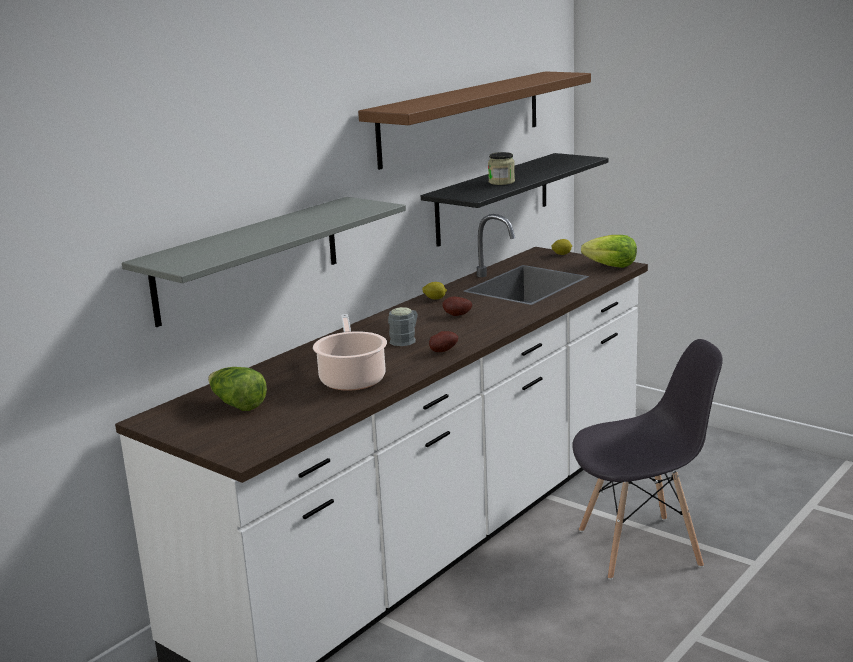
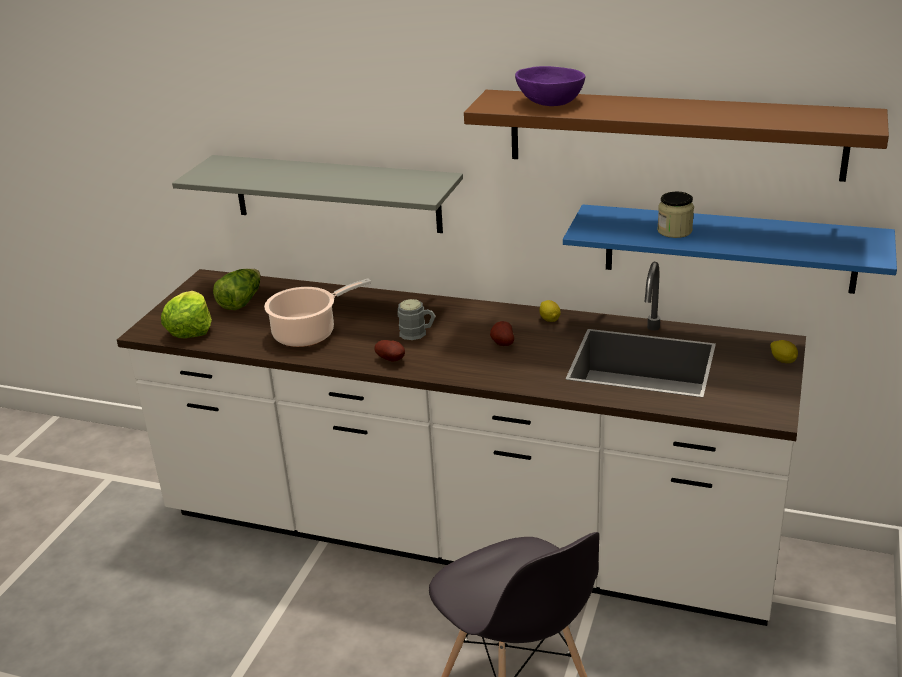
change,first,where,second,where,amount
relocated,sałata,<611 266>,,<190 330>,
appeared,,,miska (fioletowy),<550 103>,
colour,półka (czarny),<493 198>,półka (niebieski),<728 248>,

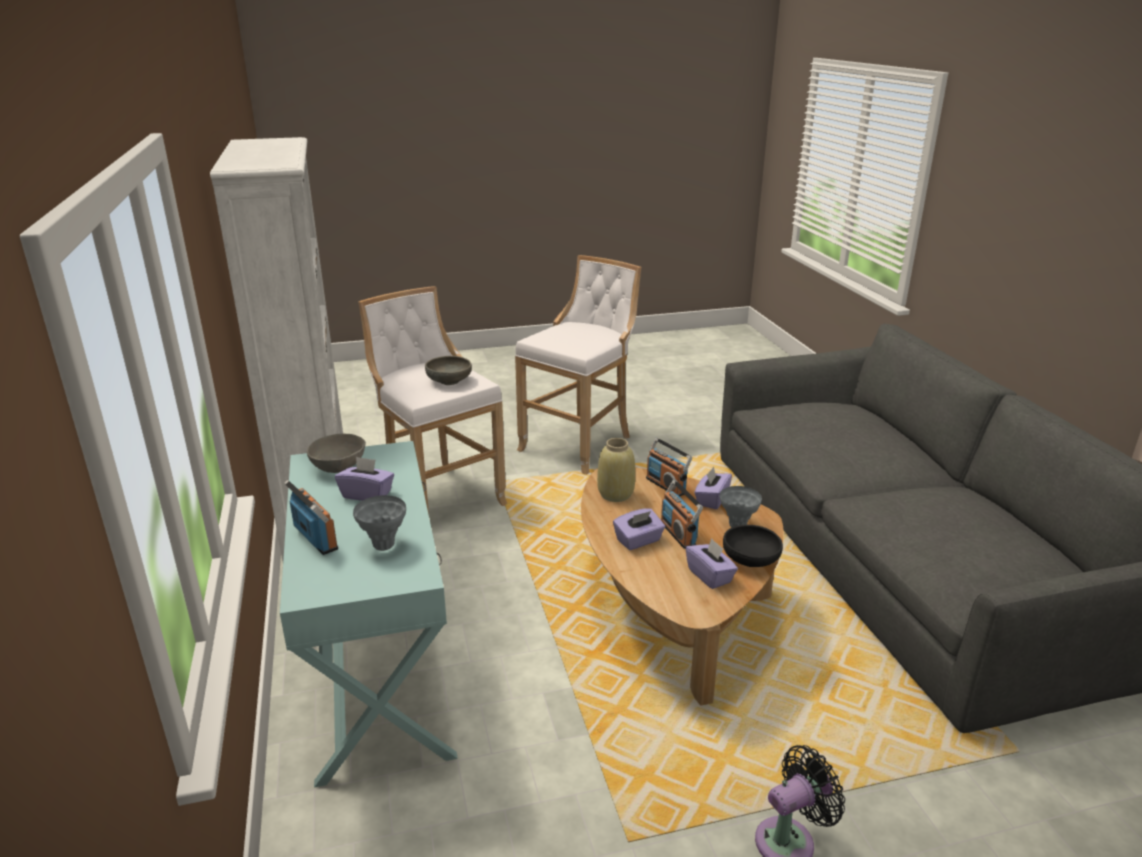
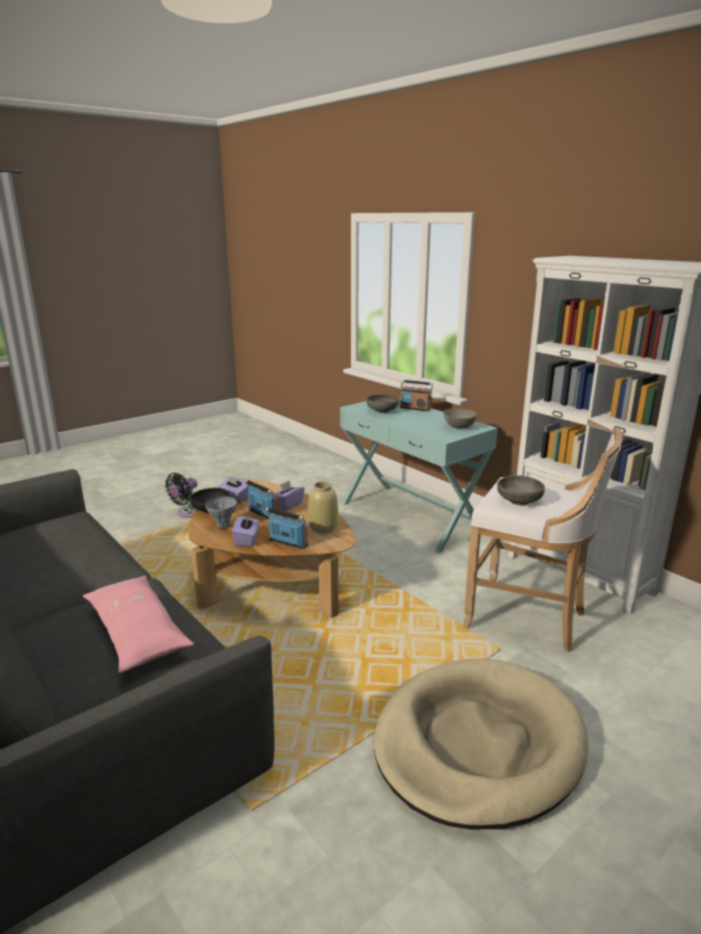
change,first,where,second,where,amount
appeared,,,poduszka (różowy),<136 633>,
exchanged,wazon (szary),<384 545>,miska (szary),<382 411>,
exchanged,stołek (biały),<580 444>,legowisko (beżowy),<477 745>,
missing,pudełko chusteczek (fioletowy),<367 494>,,,

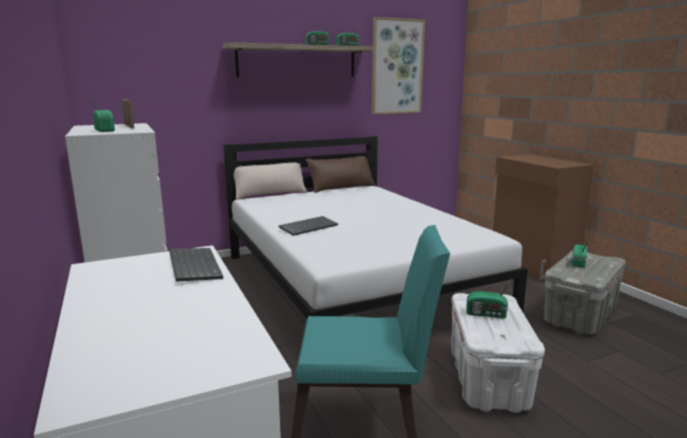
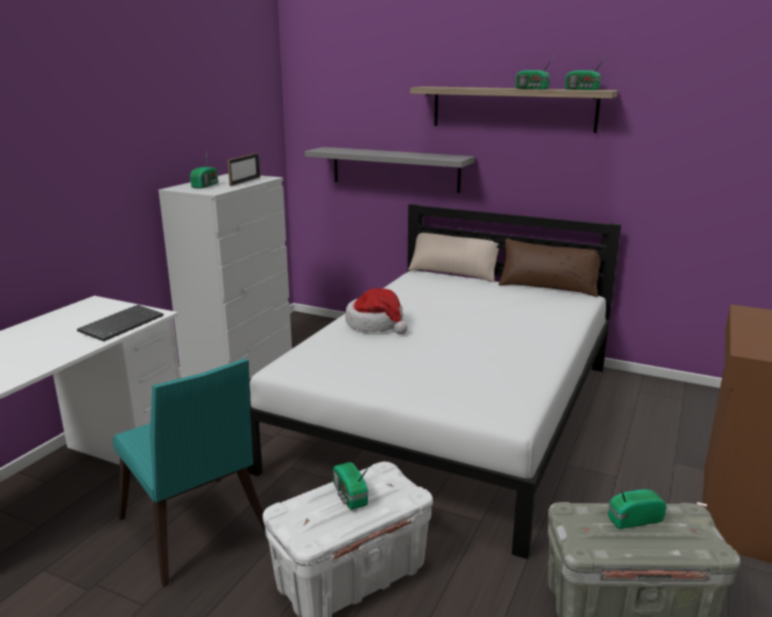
change,first,where,second,where,amount
appeared,,,półka (szary),<395 169>,
exchanged,klawiatura,<308 227>,kapelusz,<376 324>,
missing,obraz,<397 67>,,,

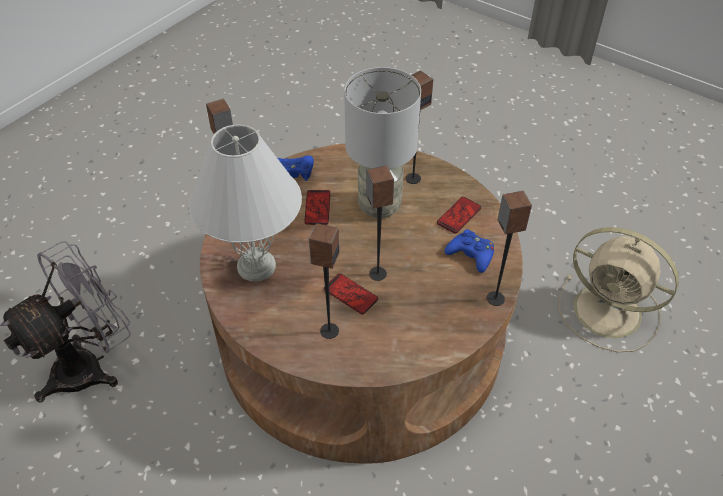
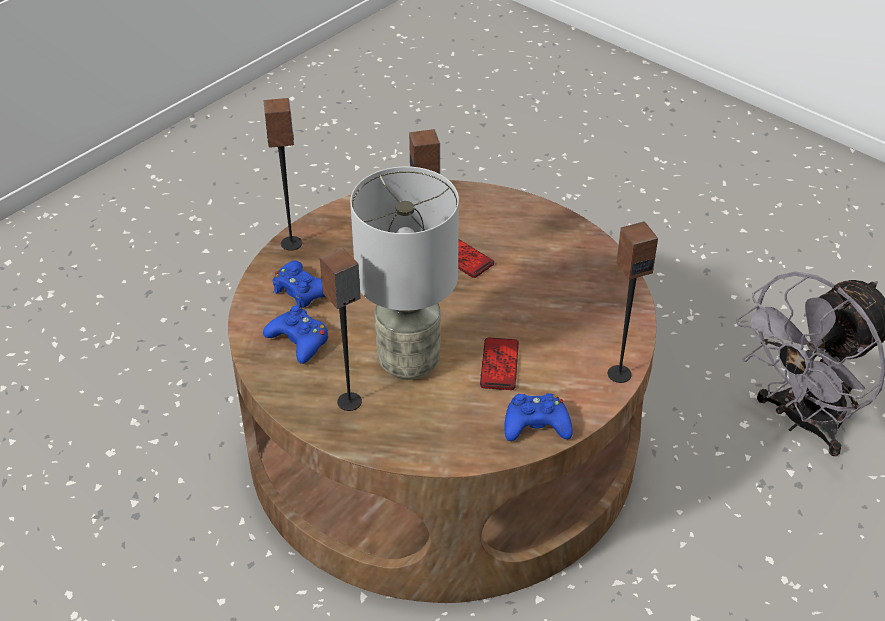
change,first,where,second,where,amount
exchanged,telefon,<459 215>,pad do gier (niebieski),<299 341>,
missing,lampa stołowa (biały),<256 267>,,,
missing,głośnik,<329 331>,,,
missing,wentylator (beżowy),<610 312>,,,

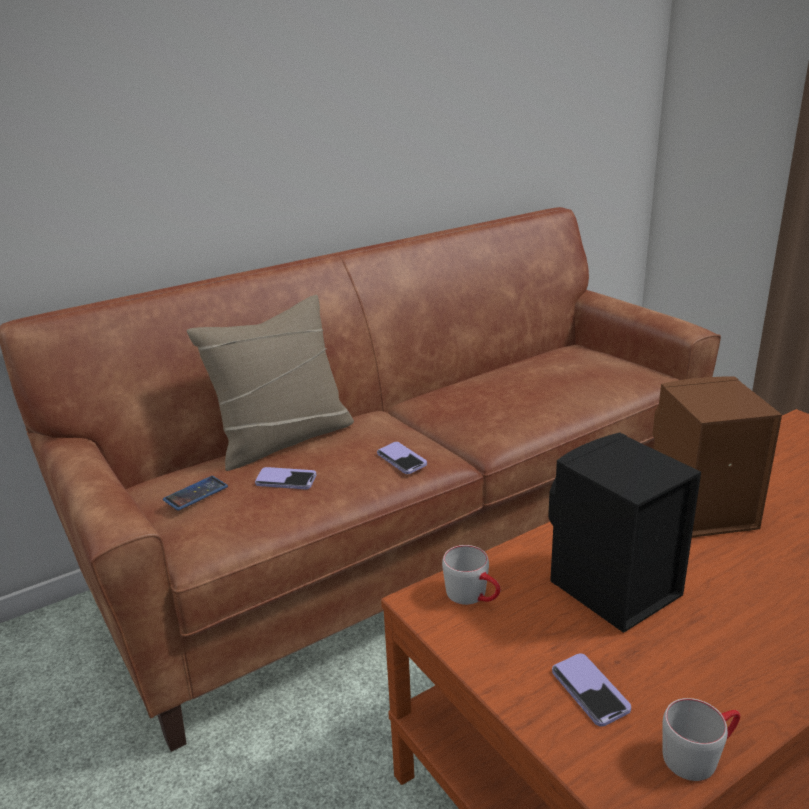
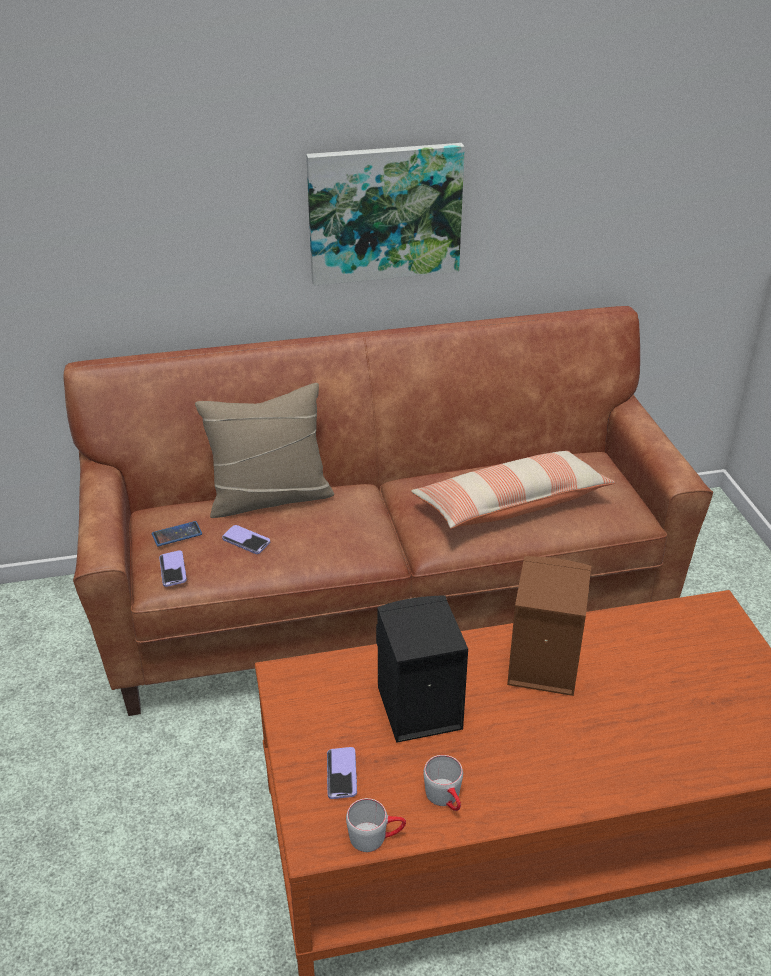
change,first,where,second,where,amount
relocated,telefon,<401 459>,,<173 570>,
appeared,,,obraz,<384 213>,
appeared,,,poduszka,<511 505>,
relocated,kubek (szary),<473 596>,,<446 799>,

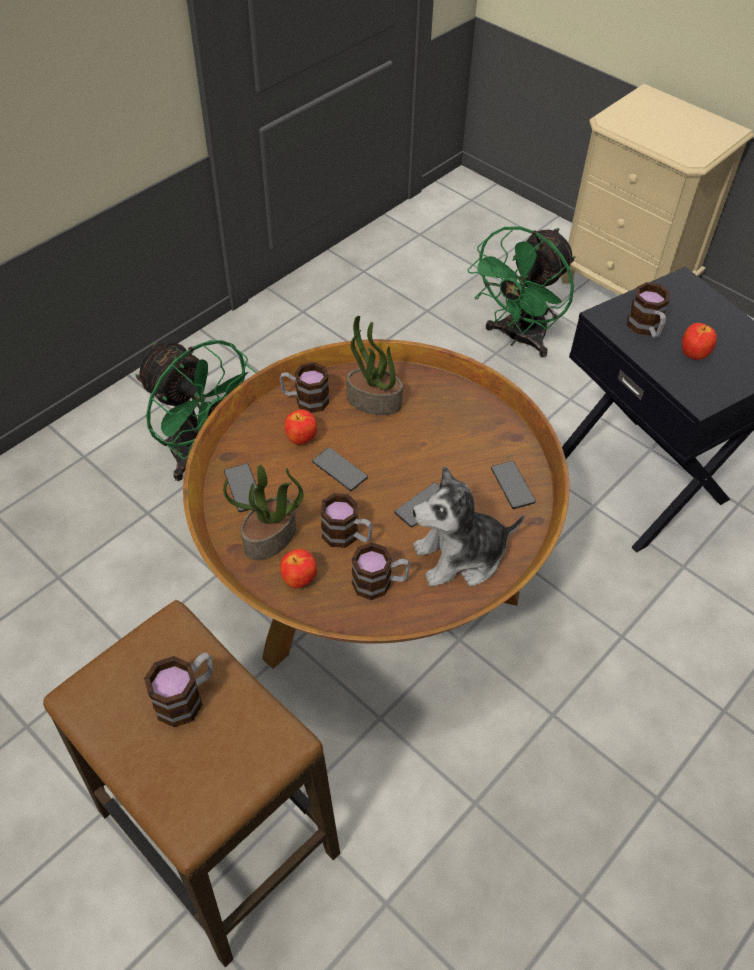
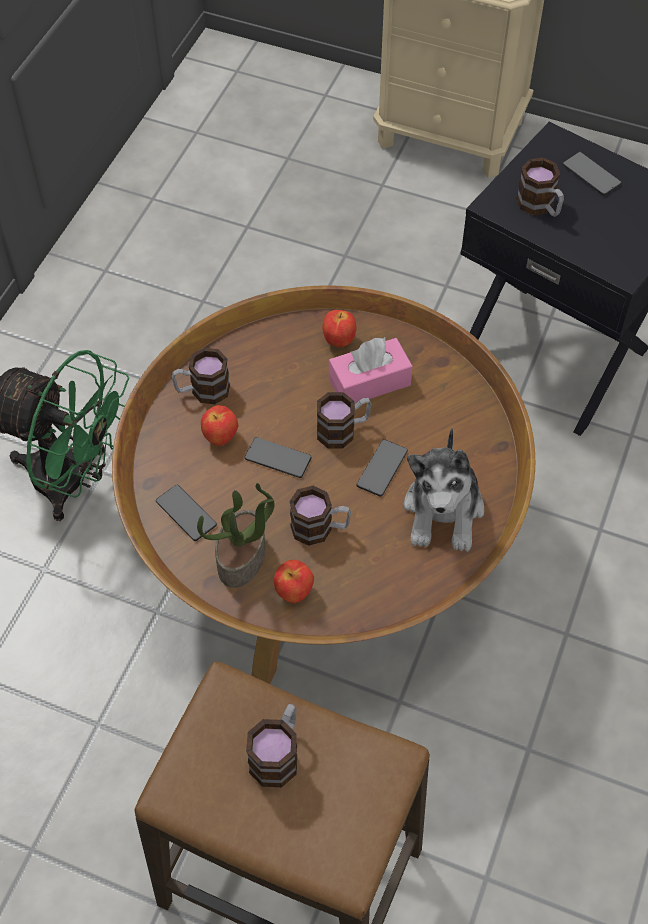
change,first,where,second,where,amount
relocated,kubek,<380 583>,,<343 430>,
relocated,jabłko,<692 354>,,<338 340>,
appeared,,,pudełko chusteczek (różowy),<369 382>,
spun,pluszak,<460 557>,,<444 510>,45 degrees counterclockwise
relocated,telefon,<512 485>,,<591 175>,
missing,roślina doniczkowa,<373 401>,,,
missing,wentylator (zielony),<518 338>,,,

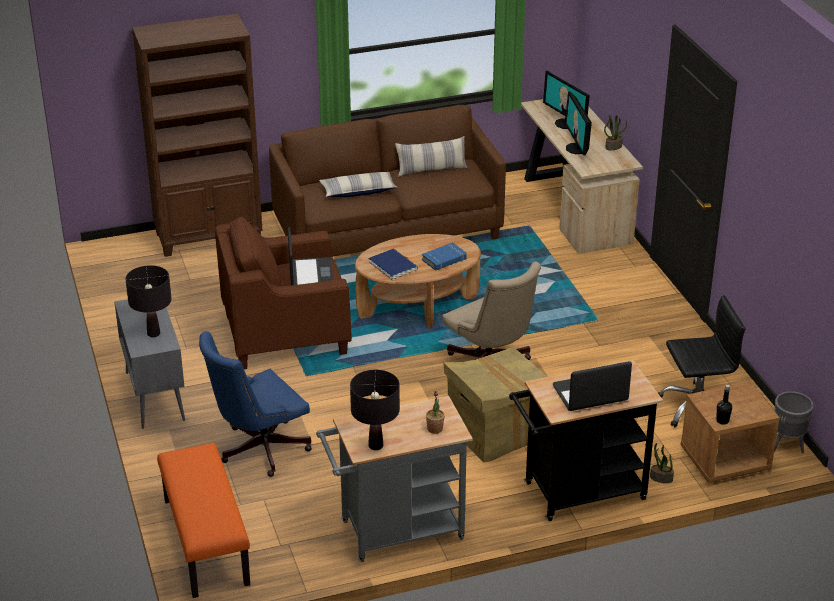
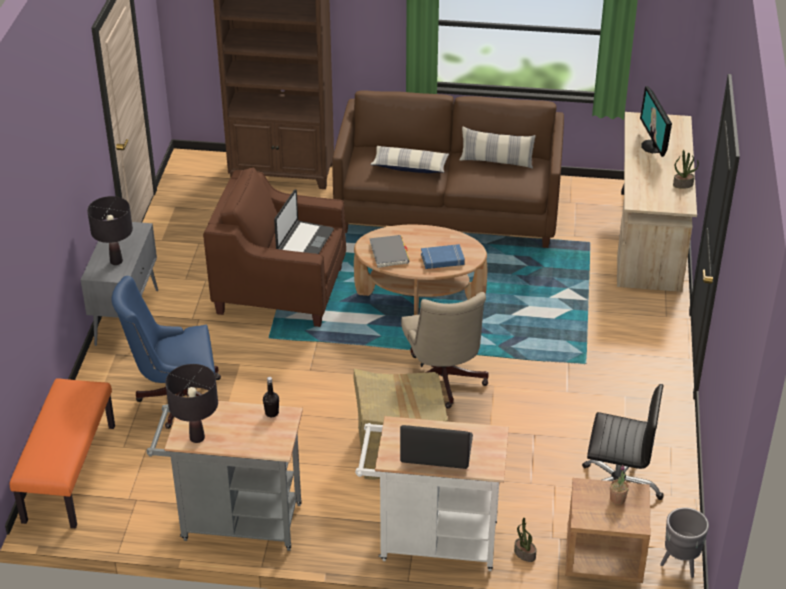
change,first,where,second,where,amount
relocated,butelka (czarny),<722 421>,,<271 413>,
colour,wózek (czarny),<577 493>,wózek (biały),<430 542>,
colour,książka (niebieski),<393 266>,książka (szary),<389 253>,
relocated,roślina doniczkowa,<435 429>,,<617 499>,
missing,monitor,<576 148>,,,

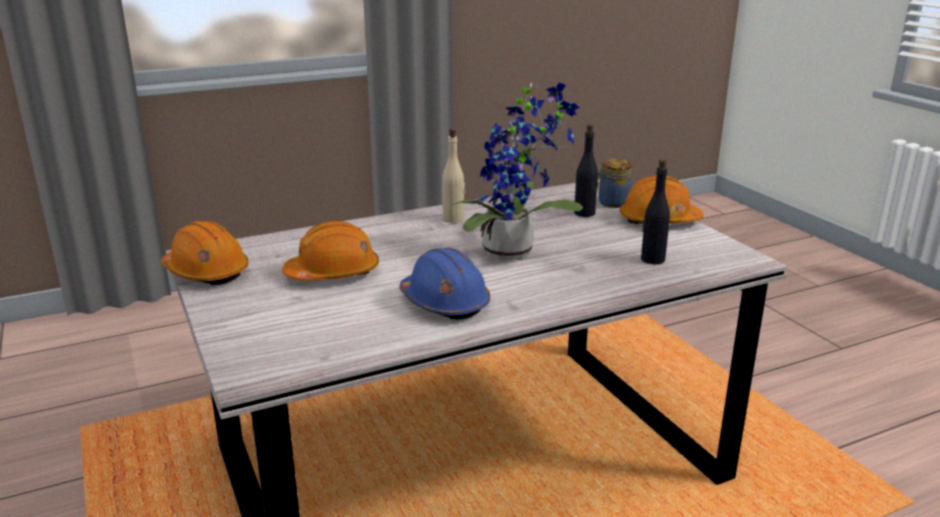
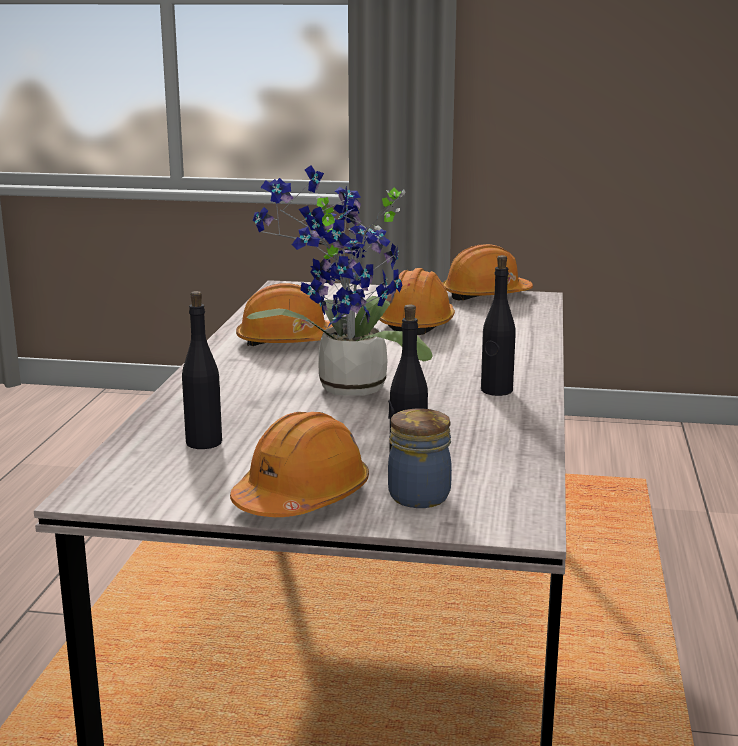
change,first,where,second,where,amount
colour,kask (niebieski),<444 303>,kask (pomarańczowy),<288 342>,
colour,butelka (beżowy),<453 219>,butelka (czarny),<496 390>,

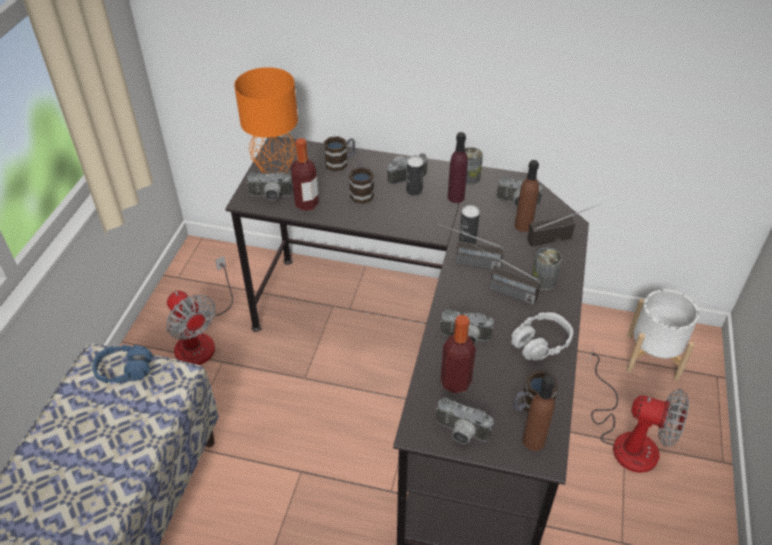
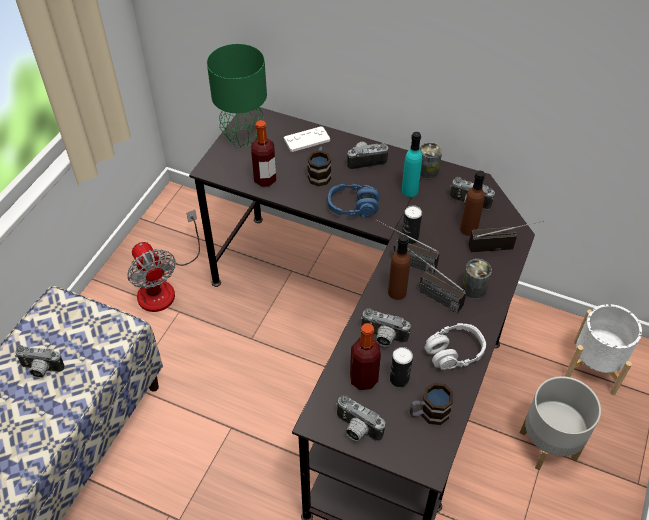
change,first,where,second,where,amount
relocated,aparat fotograficzny,<270 197>,,<41 370>,
colour,lampa stołowa (pomarańczowy),<273 168>,lampa stołowa (zielony),<242 138>,
exchanged,kubek,<340 162>,pad do gier (biały),<307 140>,
relocated,słuchawki (niebieski),<124 370>,,<353 206>,
relocated,butelka (brązowy),<533 441>,,<397 292>,
relocated,puszka,<414 191>,,<399 379>,
colour,butelka (fioletowy),<456 197>,butelka (turkusowy),<409 191>,
exchanged,wentylator,<627 438>,donica (szary),<547 444>,

